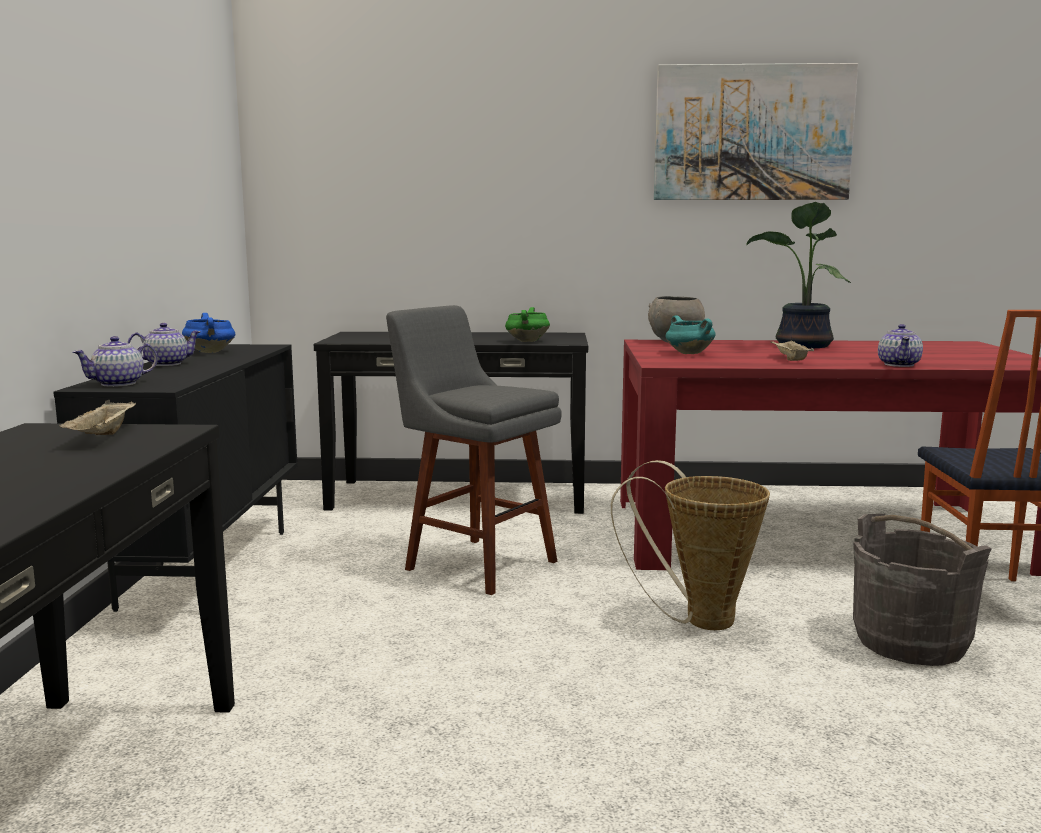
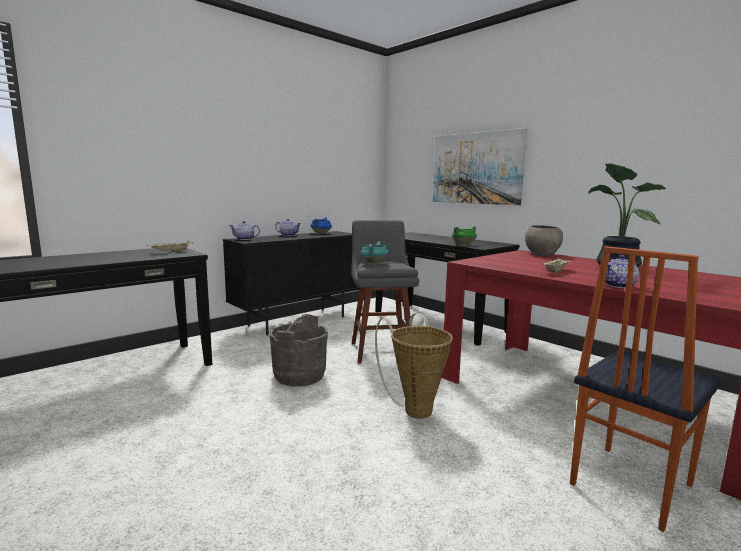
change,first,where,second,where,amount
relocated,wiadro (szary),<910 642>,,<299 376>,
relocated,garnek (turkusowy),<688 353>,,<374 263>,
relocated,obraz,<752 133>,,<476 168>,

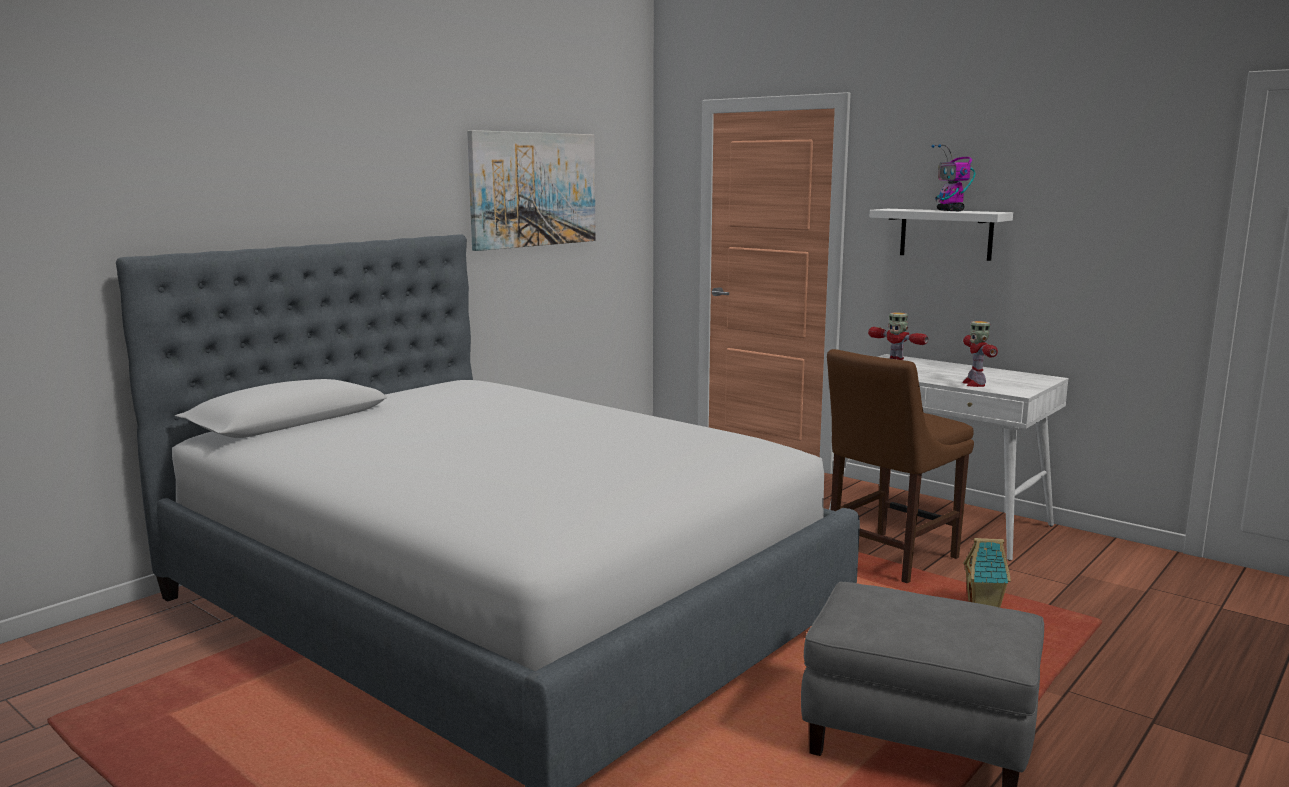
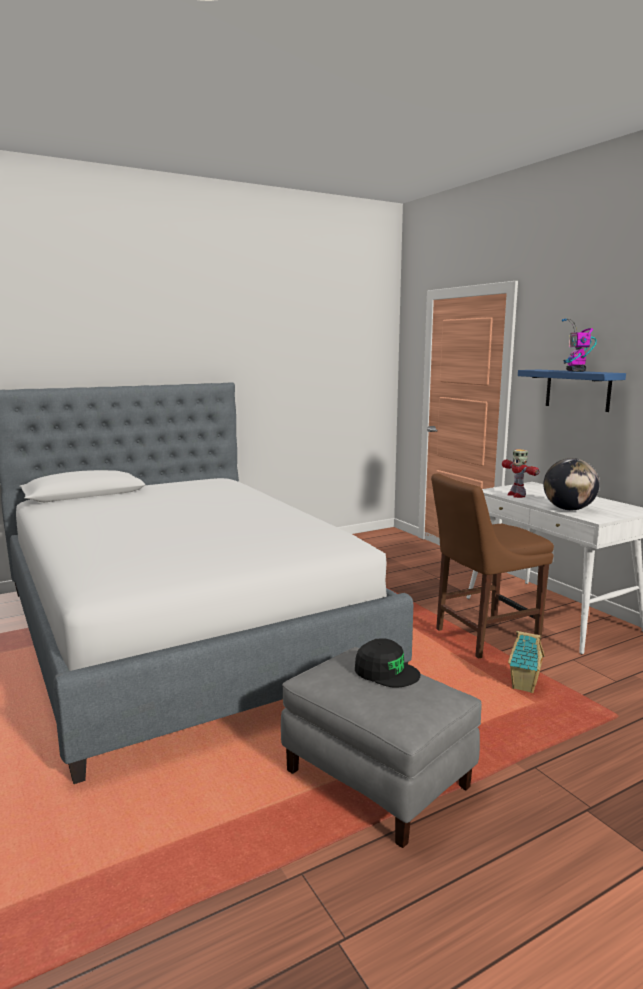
change,first,where,second,where,amount
appeared,,,czapka z daszkiem (czarny),<386 671>,
colour,półka (biały),<946 234>,półka (niebieski),<577 390>,
exchanged,robot zabawkowy,<974 384>,globus,<568 509>,
missing,obraz,<533 189>,,,

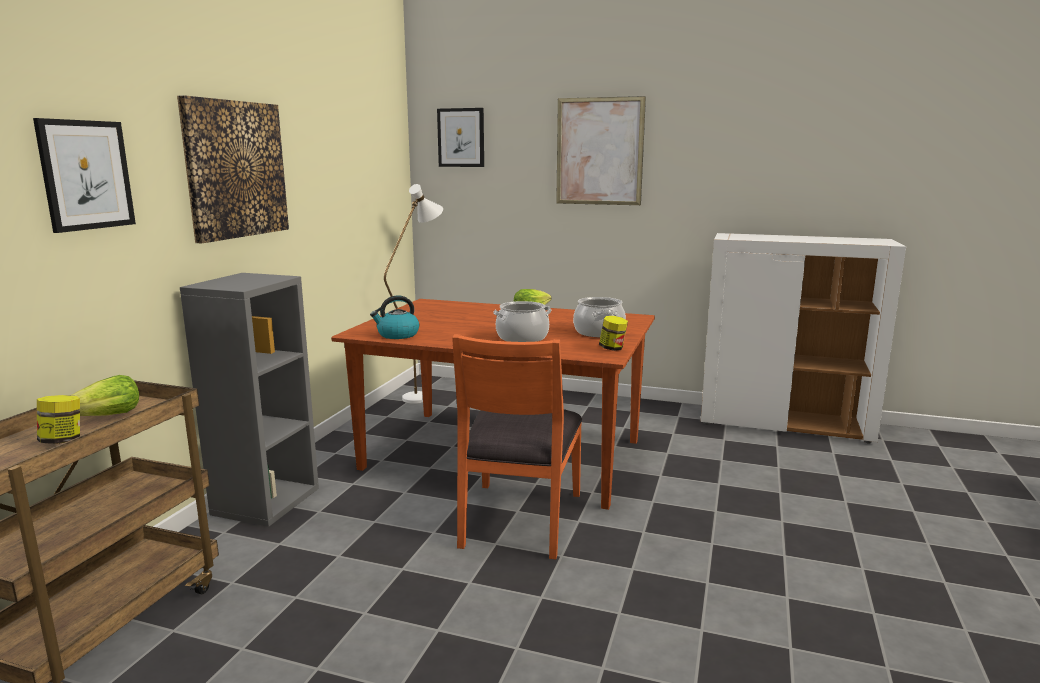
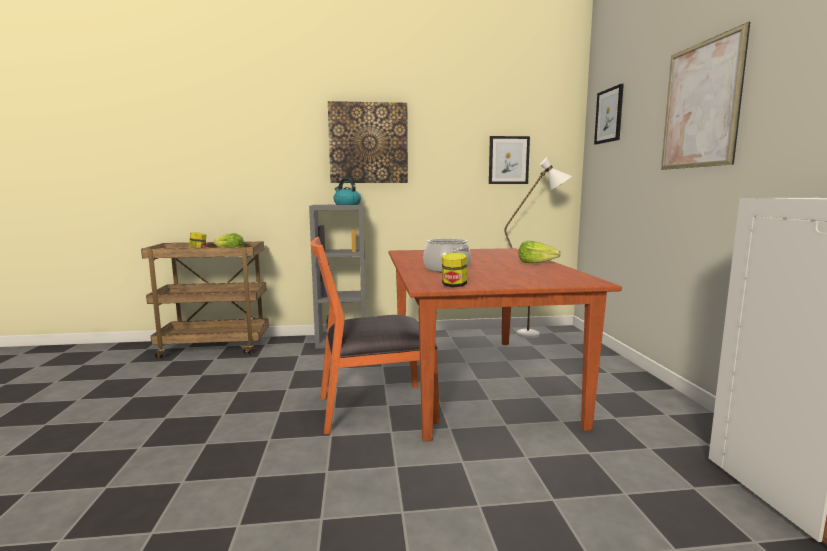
change,first,where,second,where,amount
relocated,czajnik,<397 335>,,<346 204>,
relocated,obraz,<86 175>,,<508 160>,
missing,garnek,<598 332>,,,

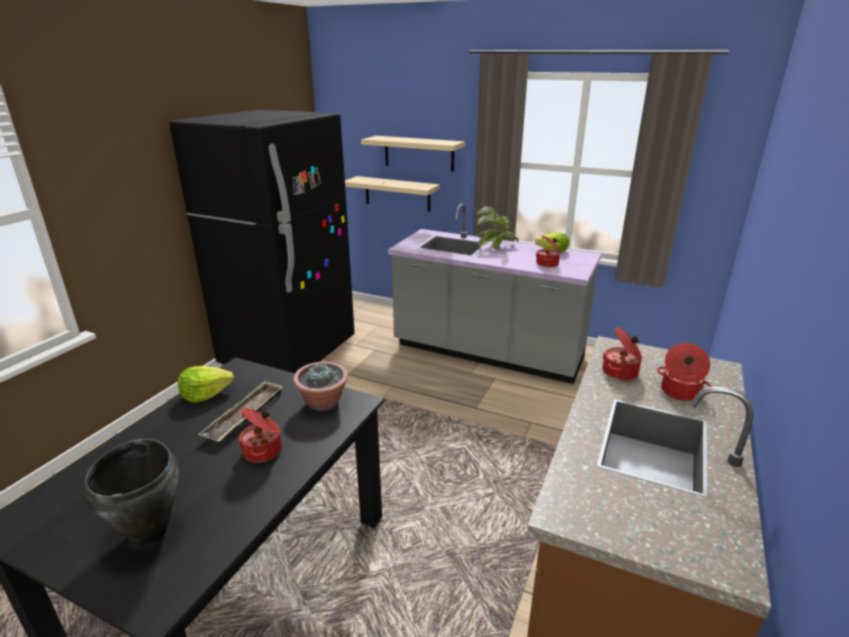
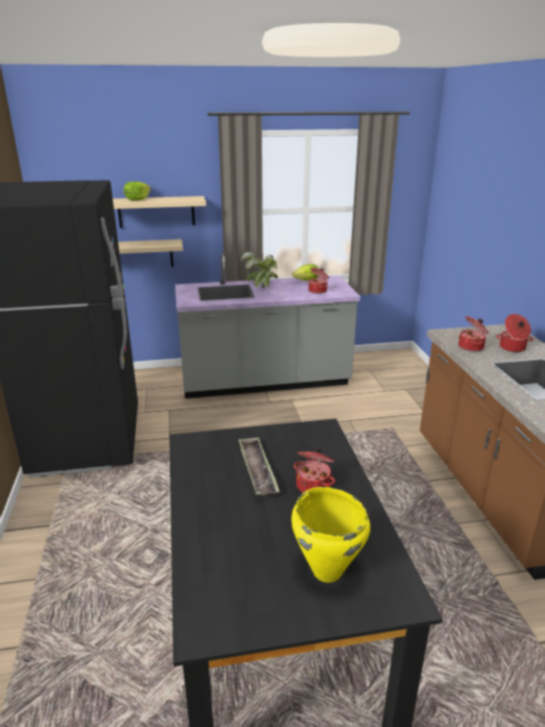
change,first,where,second,where,amount
relocated,sałata,<205 394>,,<137 199>,
colour,garnek (czarny),<150 533>,garnek (żółty),<327 570>,
missing,roślina doniczkowa,<323 403>,,,

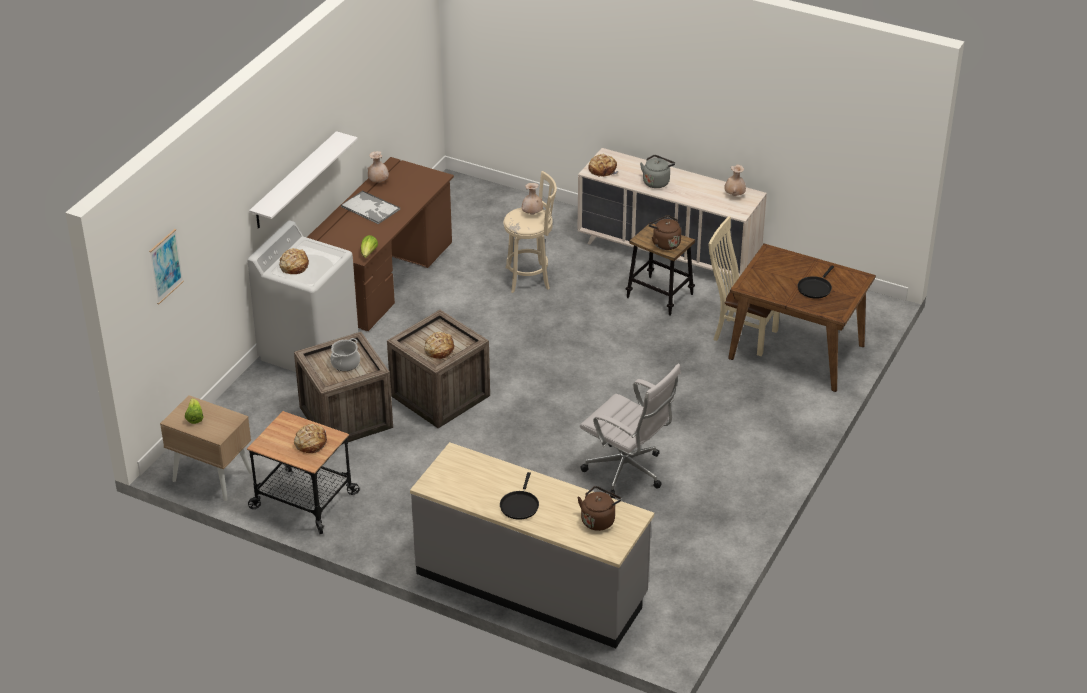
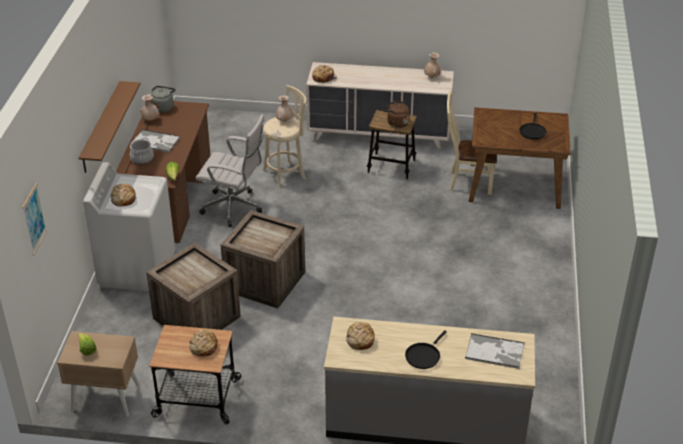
change,first,where,second,where,amount
colour,półka (biały),<295 181>,półka (brązowy),<101 127>,
relocated,garnek,<345 363>,,<142 158>,
relocated,czajnik (szary),<657 182>,,<163 107>,
relocated,krzesło biurowe (biały),<628 473>,,<234 208>,
relocated,chleb,<439 349>,,<360 340>,
spun,patelnia (czarny),<520 505>,,<424 356>,45 degrees clockwise
exchanged,czajnik (brązowy),<599 520>,taca,<495 351>,

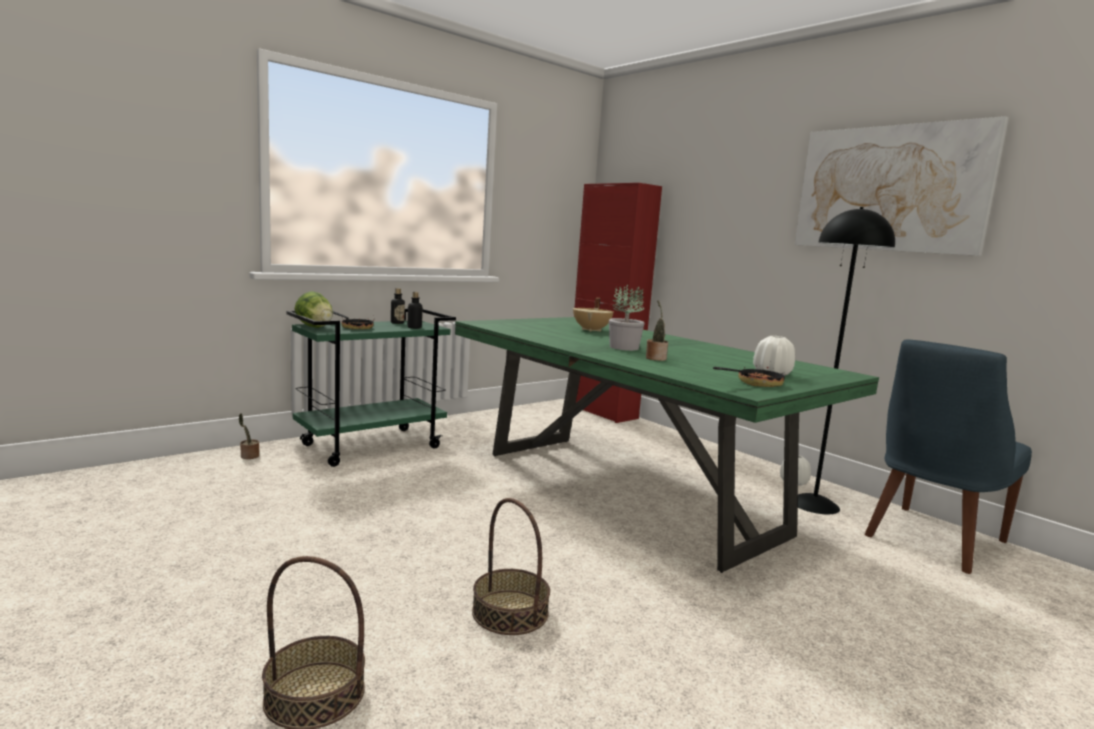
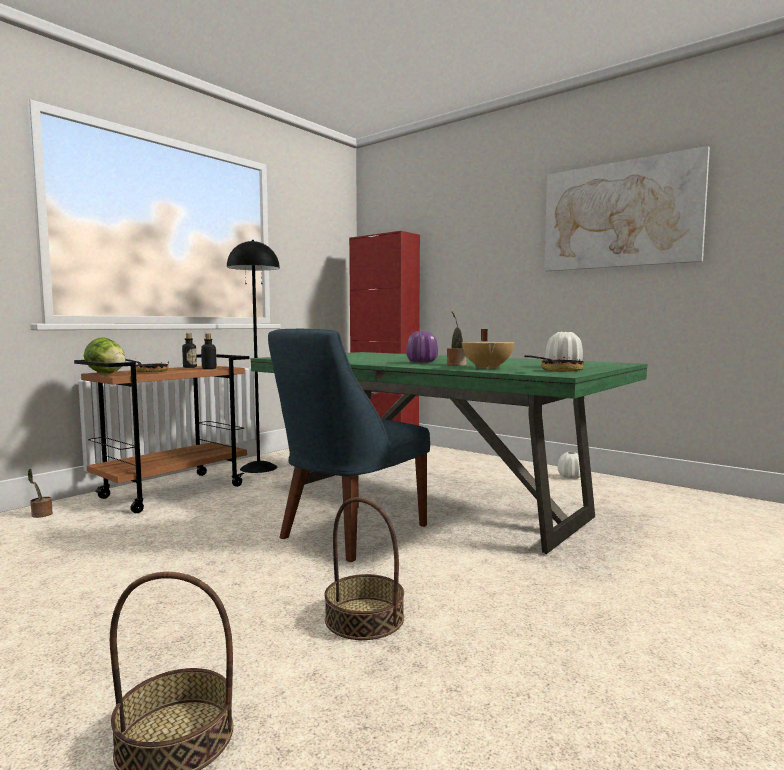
change,first,where,second,where,amount
colour,wózek (zielony),<372 446>,wózek (brązowy),<173 491>,
relocated,lampa stojąca (czarny),<814 504>,,<259 468>,
relocated,krzesło (niebieski),<931 540>,,<349 533>,
exchanged,roślina doniczkowa,<624 348>,wazon (fioletowy),<421 362>,
relocated,garnek (beżowy),<592 330>,,<488 368>,

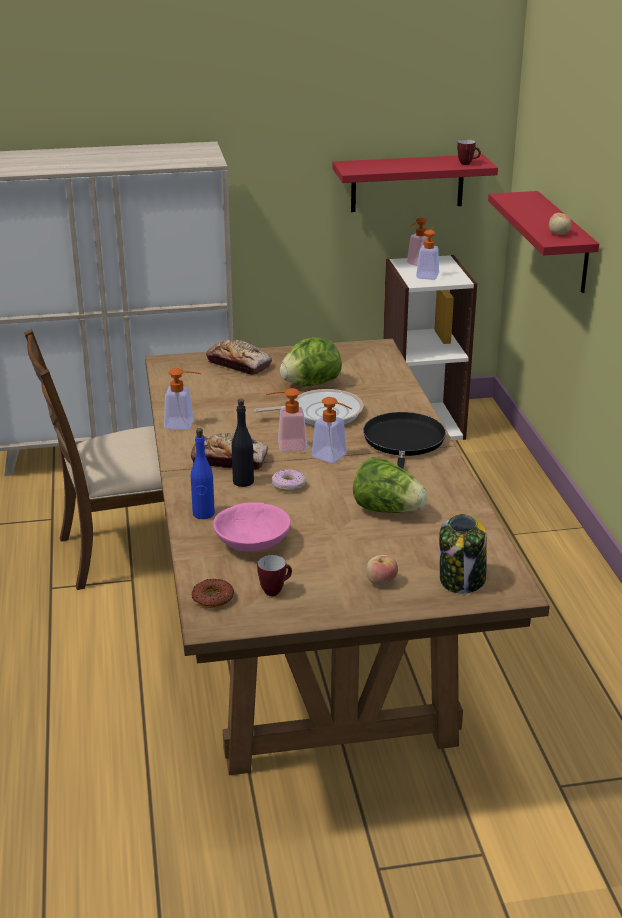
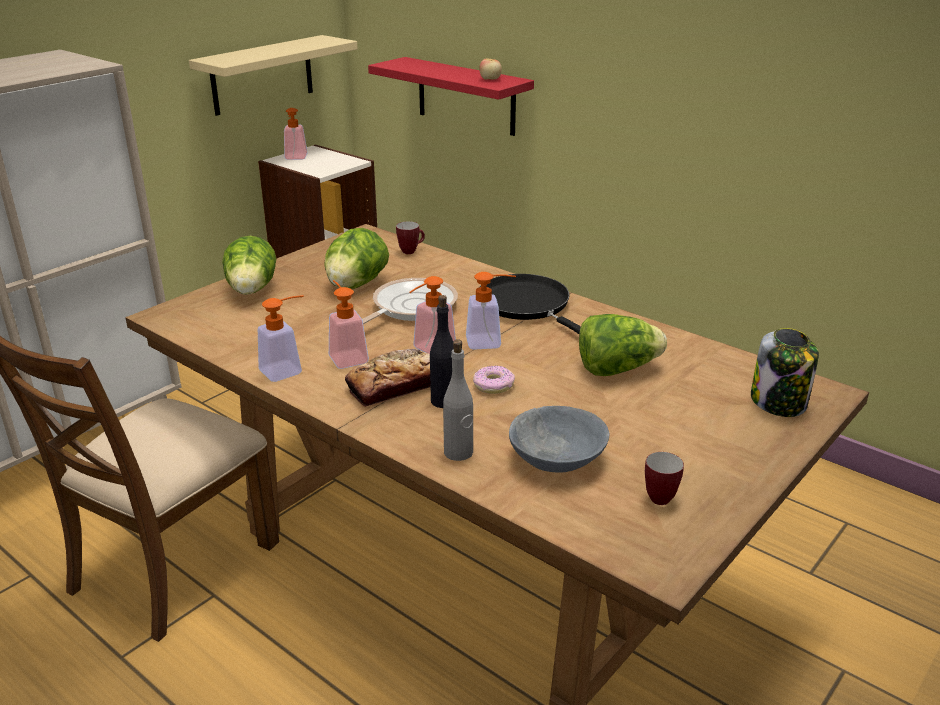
change,first,where,second,where,amount
colour,półka (czerwony),<407 183>,półka (beżowy),<262 75>,
exchanged,chleb,<239 364>,sałata,<252 291>,
relocated,dozownik mydła,<428 275>,,<346 356>,
relocated,kubek,<468 163>,,<411 251>,
colour,butelka (niebieski),<203 514>,butelka (szary),<458 453>,
colour,miska (różowy),<252 543>,miska (szary),<557 459>,
missing,donut,<213 598>,,,
missing,jabłko,<381 582>,,,

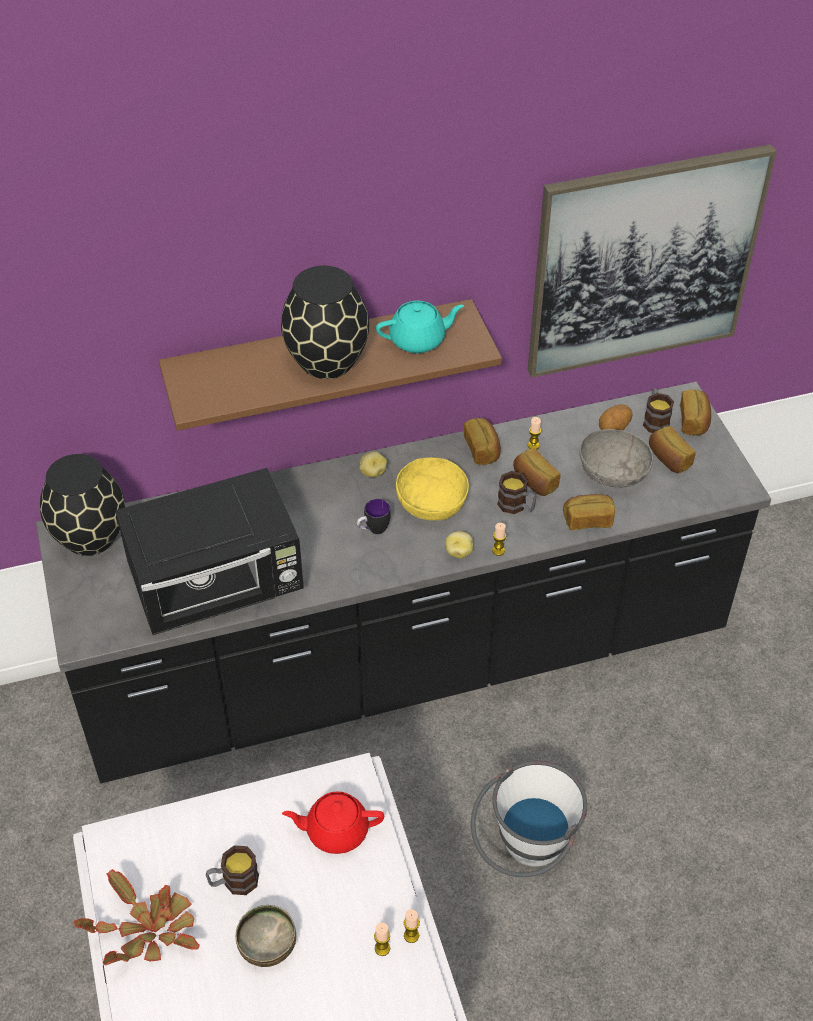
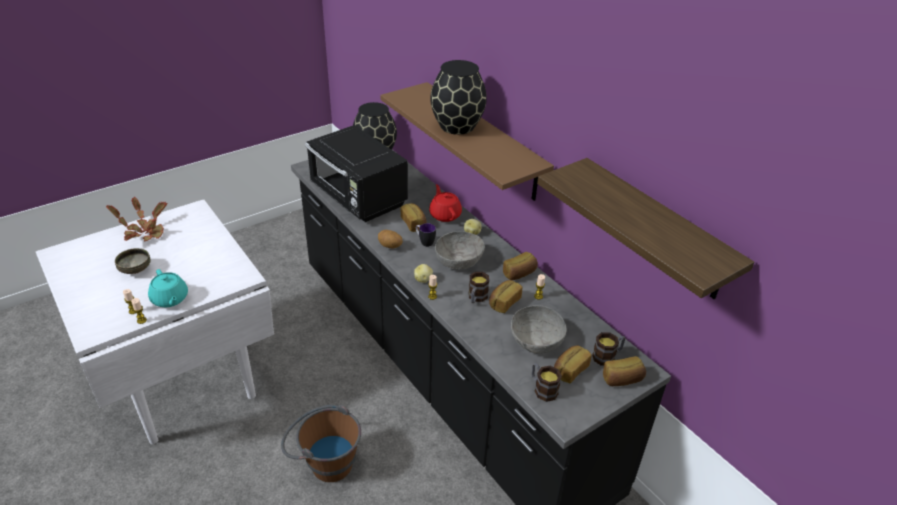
change,first,where,second,where,amount
relocated,imbryk (turkusowy),<418 340>,,<170 299>,
colour,wiadro (biały),<525 849>,wiadro (brązowy),<324 461>,
relocated,ziemniak,<614 429>,,<390 246>,
relocated,chleb,<588 519>,,<414 223>,
relocated,imbryk (czerwony),<336 830>,,<445 214>,
colour,miska (żółty),<431 503>,miska (szary),<459 260>,
relocated,kubek,<234 882>,,<542 389>,
exchanged,obraz,<643 262>,półka,<656 229>,

